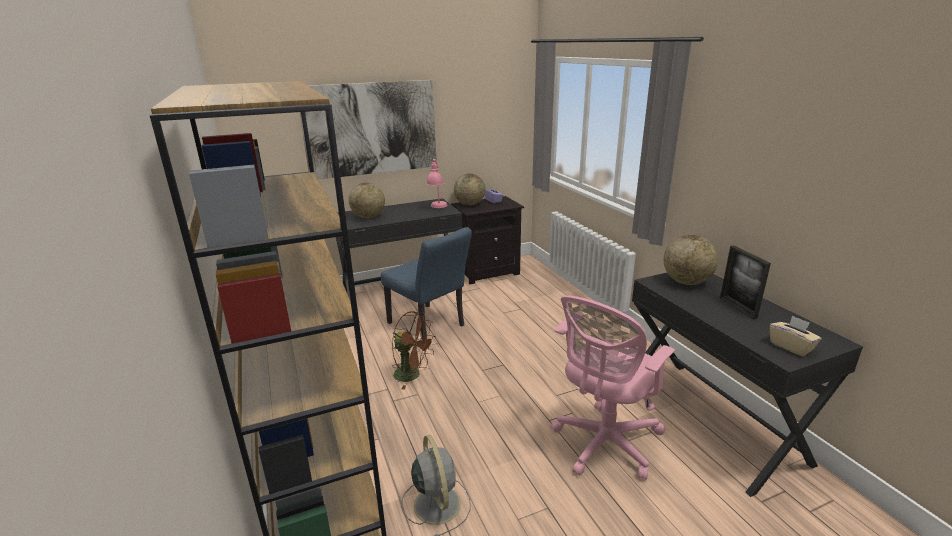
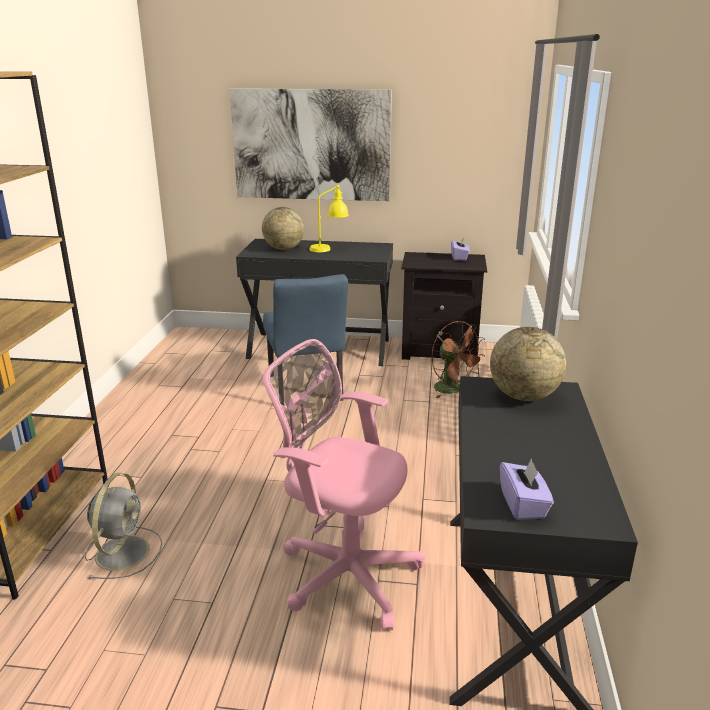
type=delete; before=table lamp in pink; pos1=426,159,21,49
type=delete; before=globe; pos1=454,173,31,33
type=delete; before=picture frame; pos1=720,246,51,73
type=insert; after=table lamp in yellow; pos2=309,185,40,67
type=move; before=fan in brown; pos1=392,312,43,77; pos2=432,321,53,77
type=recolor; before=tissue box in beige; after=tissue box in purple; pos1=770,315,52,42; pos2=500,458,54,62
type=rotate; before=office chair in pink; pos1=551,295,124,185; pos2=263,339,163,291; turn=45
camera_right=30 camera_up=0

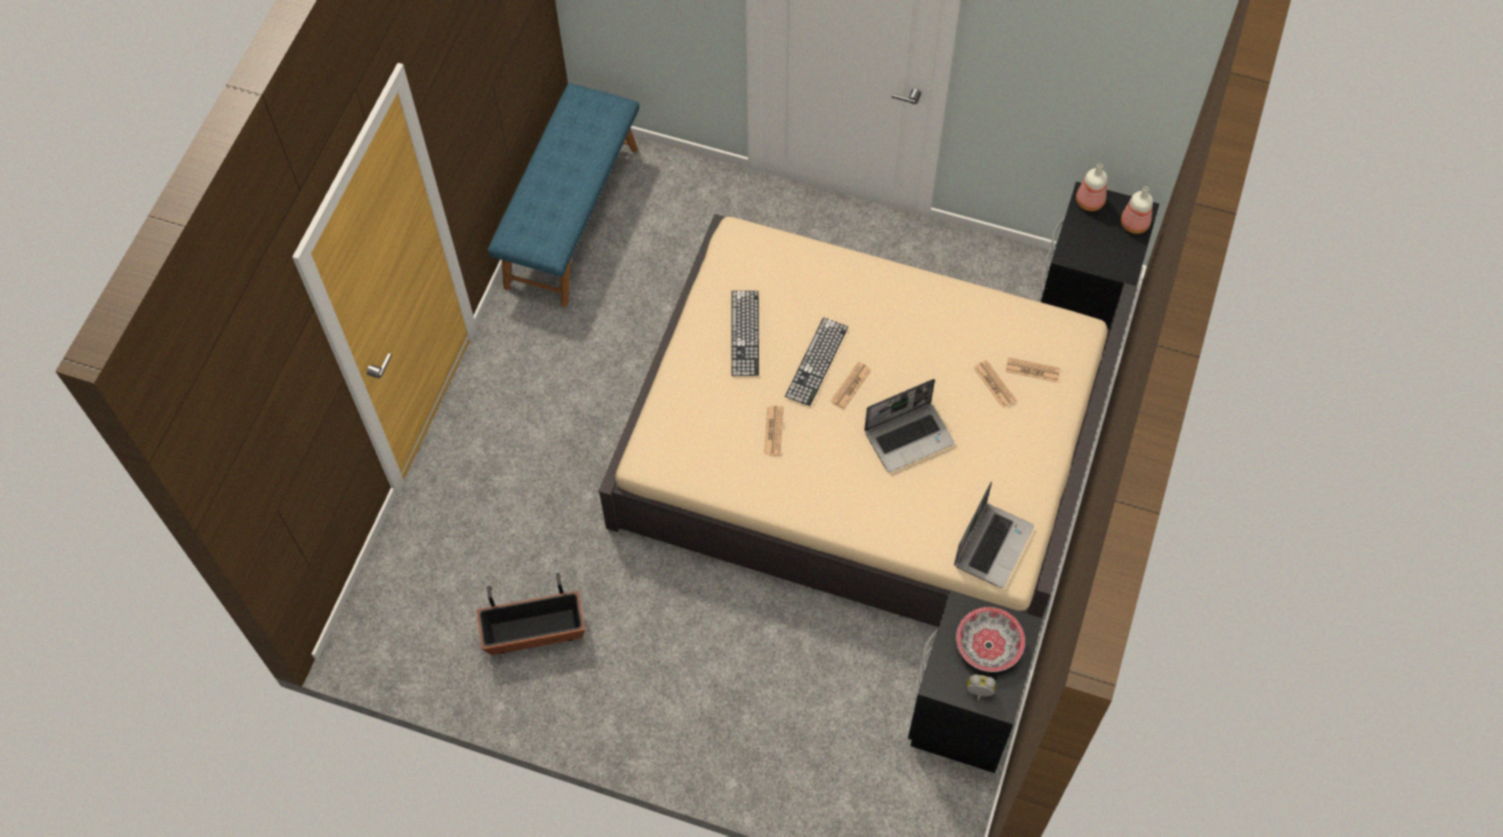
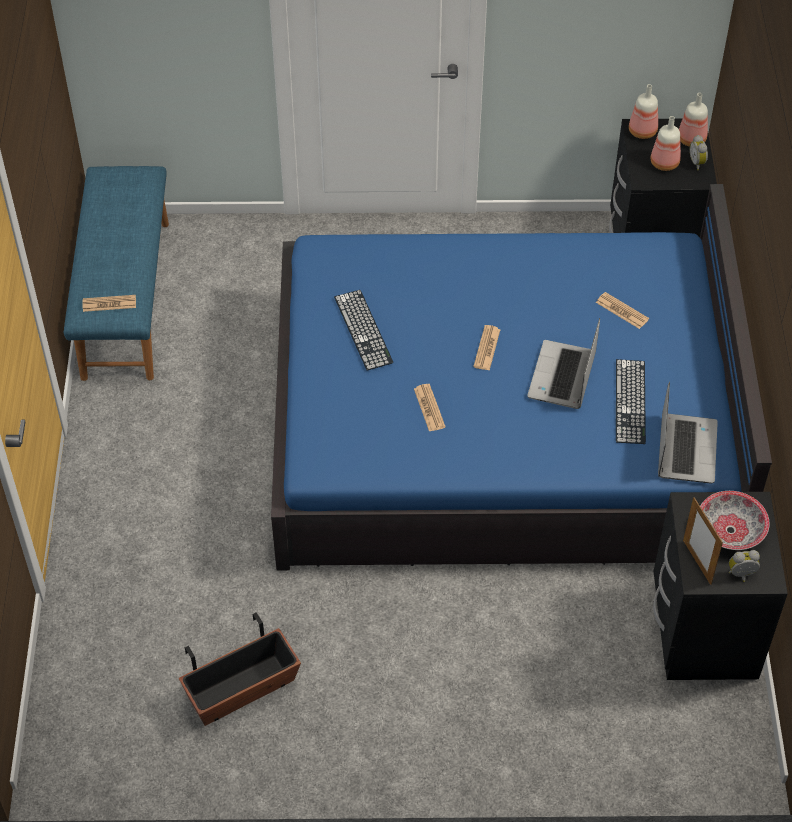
type=insert; after=bottle; pos2=651,116,30,55
type=insert; after=picture frame; pos2=683,497,40,88
type=insert; after=alarm clock; pos2=690,135,18,35
type=move; before=keyboard; pos1=785,317,63,89; pos2=616,359,30,85
type=move; before=newspaper; pos1=1005,357,55,26; pos2=83,295,53,17
type=recolor; before=bed in beige; after=bed in blue; pos1=598,214,539,413; pos2=271,184,501,386
type=rotate; before=laptop; pos1=864,379,90,93; pos2=527,318,73,91; turn=150
camera_right=-20 camera_up=-10

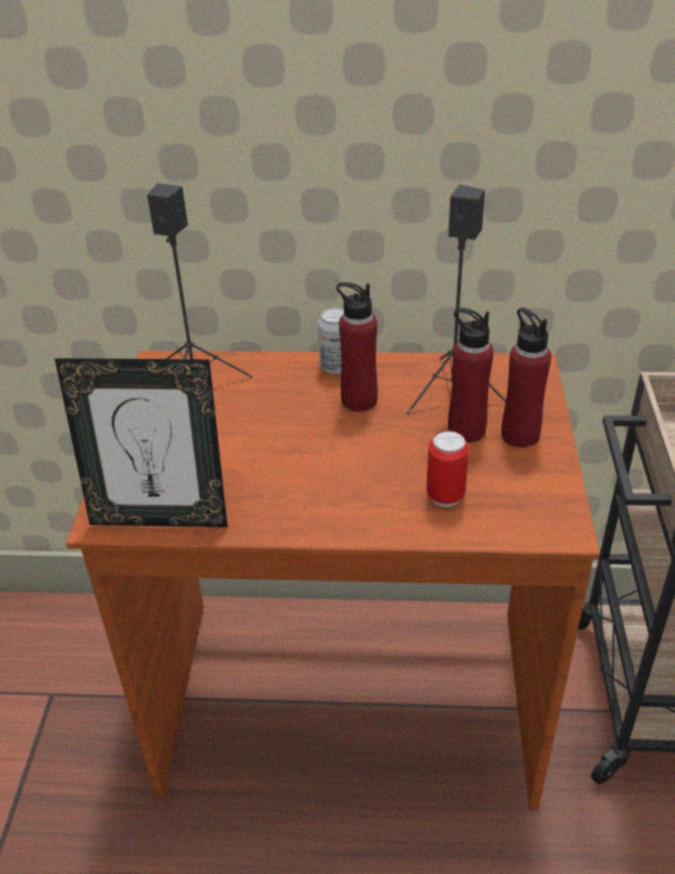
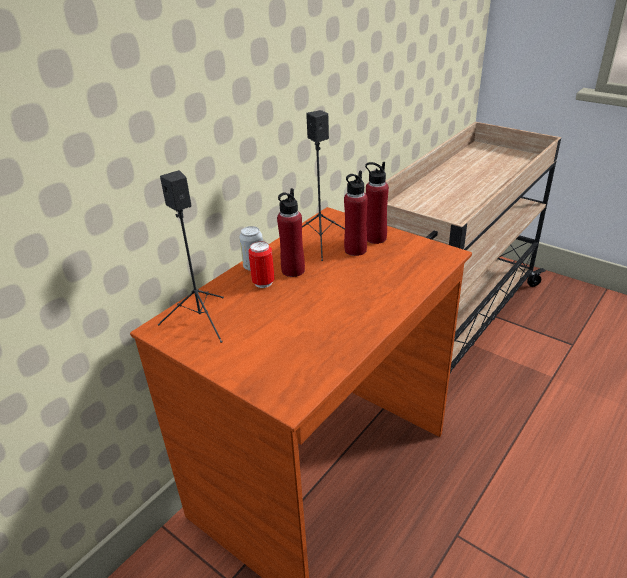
type=delete; before=picture frame; pos1=55,358,173,169
type=move; before=can; pos1=426,431,43,76; pos2=248,241,26,47
camera_right=-55 camera_up=-5

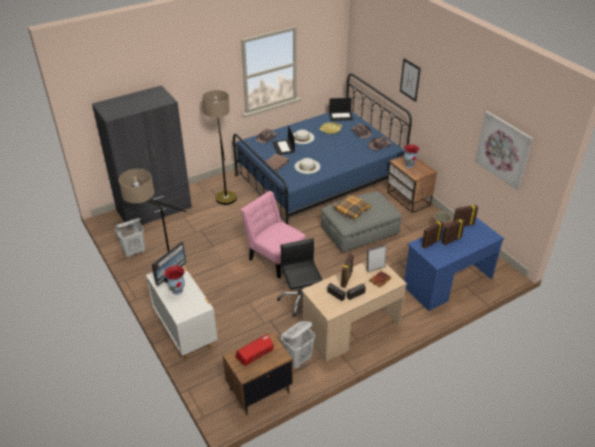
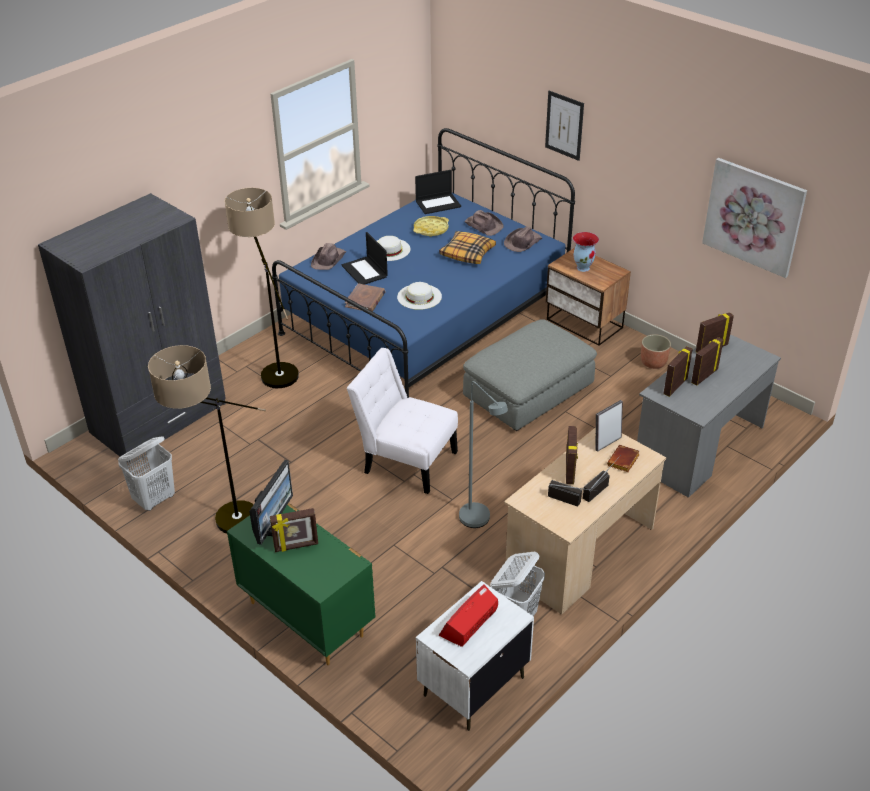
type=move; before=pillow; pos1=333,194,38,26; pos2=439,231,57,33
type=replace; before=vase; after=picture frame; pos1=164,265,21,30; pos2=270,508,48,44
type=replace; before=office chair in black; after=floor lamp in grey; pos1=277,238,46,79; pos2=459,381,49,147
type=recolor; before=dresser in white; after=dresser in green; pos1=146,265,72,96; pos2=227,503,149,162
type=recolor; before=nightstand in brown; after=nightstand in white; pos1=223,332,70,83; pos2=416,581,118,150
type=recolor; before=chair in pink; after=chair in white; pos1=241,191,65,87; pos2=347,348,111,146
type=recolor; before=desk in blue; after=desk in grey; pos1=404,217,100,94; pos2=637,334,144,164
camera_right=-15 camera_up=0

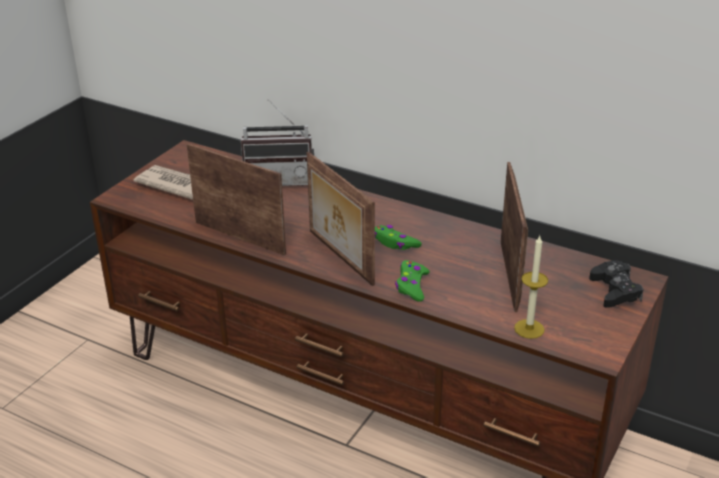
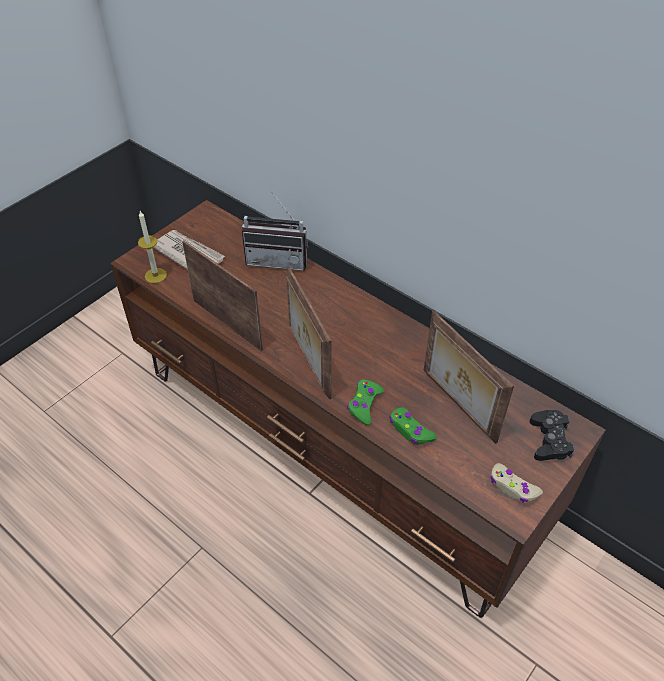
type=insert; after=game controller in beige; pos2=490,463,53,40
type=move; before=game controller in green; pos1=375,225,47,25; pos2=389,407,48,38
type=move; before=candle; pos1=514,236,34,103; pos2=138,211,29,72
type=rotate; before=picture frame; pos1=501,162,27,150; pos2=424,311,90,133; turn=135
camera_right=10 camera_up=15

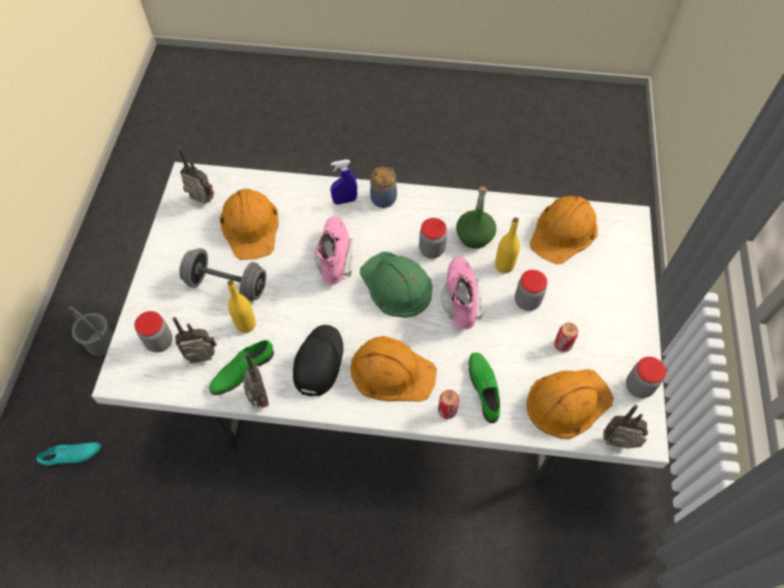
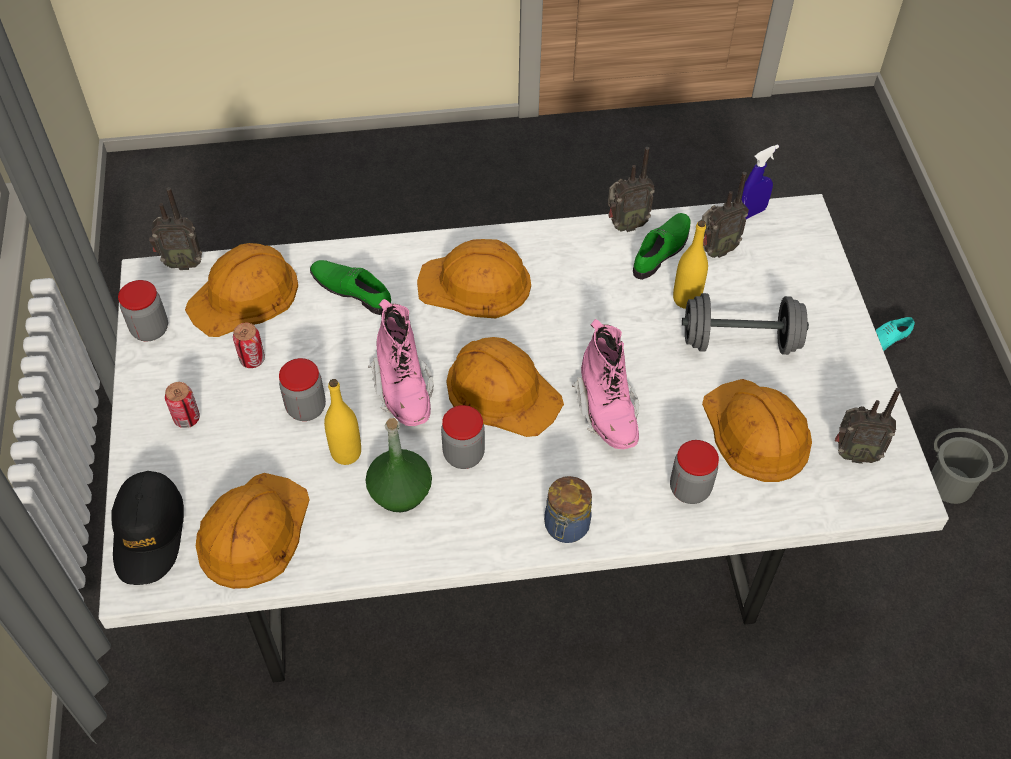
type=move; before=jar; pos1=134,311,39,42; pos2=670,440,49,64
type=move; before=cap in black; pos1=293,325,50,71; pos2=111,471,73,114
type=move; before=spray bottle in blue; pos1=331,160,26,45; pos2=742,144,37,75
type=move; before=can; pos1=438,390,21,29; pos2=165,382,35,46
type=recolor; before=hard hat in green; after=hard hat in orange; pos1=360,252,73,66; pos2=447,337,117,100
type=rotate; before=radio; pos1=243,353,26,55; pos2=608,147,47,85; turn=-75
type=rotate; before=shoe in green; pos1=469,353,31,70; pos2=310,260,81,55; turn=150
camera_right=165 camera_up=-5

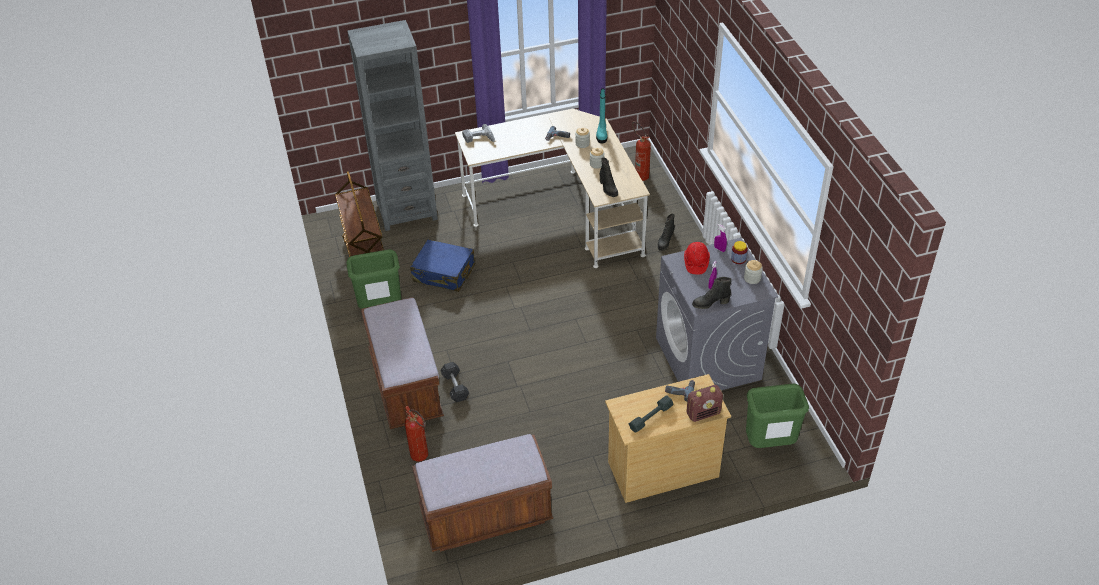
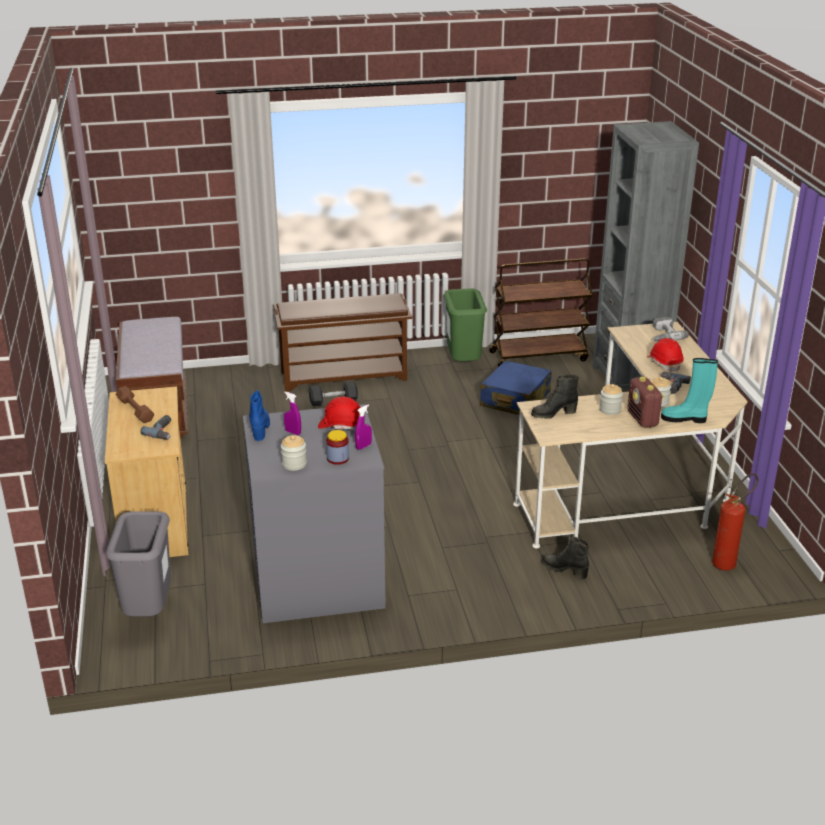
type=delete; before=fire extinguisher; pos1=405,406,23,56
type=insert; after=hard hat in red; pos2=647,338,37,34
type=move; before=radio; pos1=686,385,37,37; pos2=627,377,37,51
type=replace; before=bench in brown; after=shoe rack in brown; pos1=361,297,83,132; pos2=274,293,138,99
type=recolor; before=dumbbell in grey; after=dumbbell in brown; pos1=629,395,45,38; pos2=116,386,38,37
type=recolor; before=boot in black; after=boot in blue; pos1=692,277,40,32; pos2=249,390,21,51
type=recolor; before=trash can in green; after=trash can in grey; pos1=746,384,63,64; pos2=106,511,65,105
camera_right=95 camera_up=-15

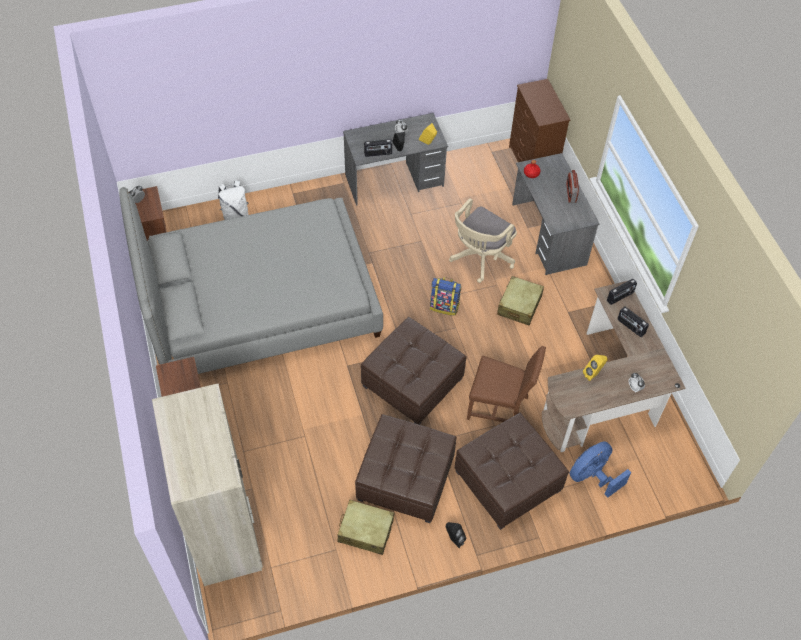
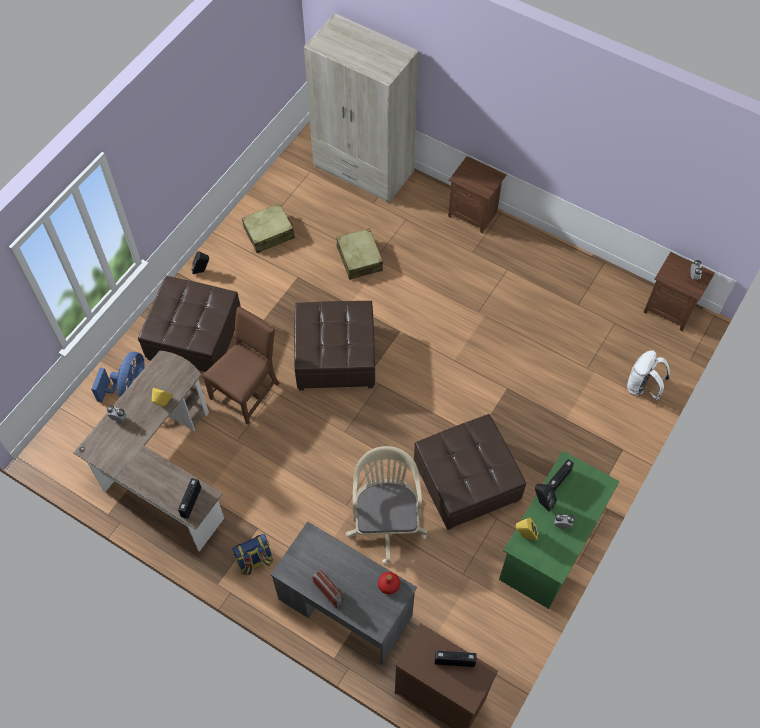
type=delete; before=bed in grey; pos1=119,187,264,187
type=move; before=ottoman in brown; pos1=355,414,101,109; pos2=414,414,112,116
type=move; before=backpack; pos1=430,277,31,39; pos2=232,534,41,41
type=move; before=suitcase in beige; pos1=497,276,47,49; pos2=336,228,47,52
type=move; before=radio; pos1=617,306,32,31; pos2=434,650,43,17
type=recolor; before=desk in grey; after=desk in green; pos1=343,113,105,92; pos2=499,451,121,158
type=rotate; before=chair in brown; pos1=467,346,79,76; pos2=202,306,78,119; turn=150
camera_right=140 camera_up=5

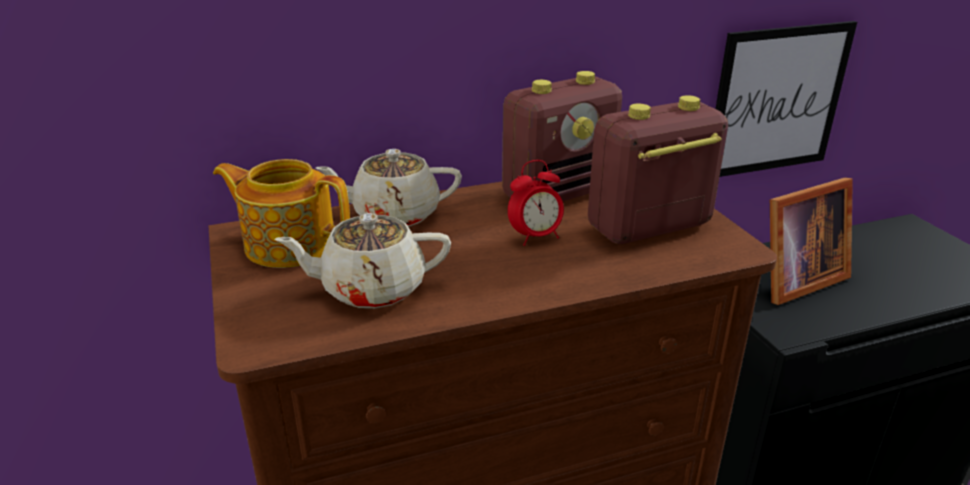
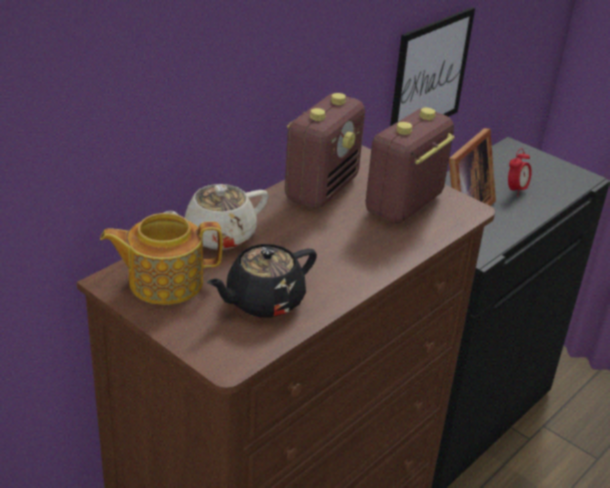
type=move; before=alarm clock; pos1=508,160,56,86; pos2=508,148,24,48
type=recolor; before=teapot in beige; after=teapot in black; pos1=275,213,176,95; pos2=207,244,110,74
camera_right=-30 camera_up=5

